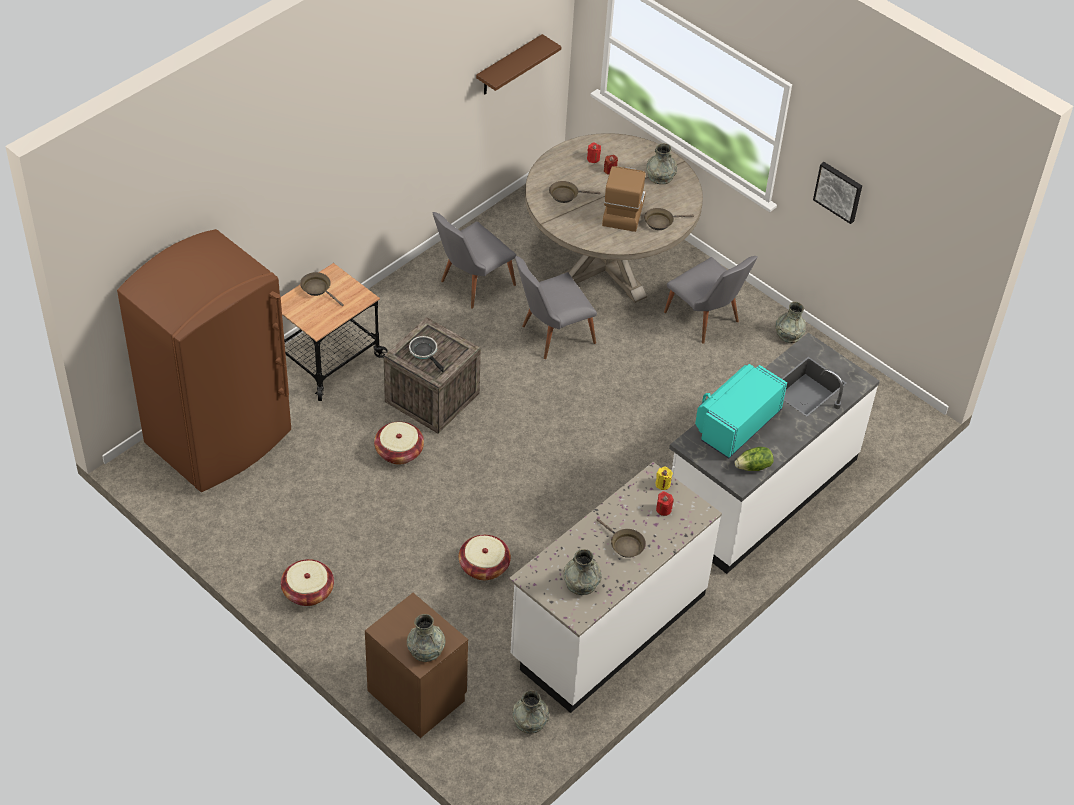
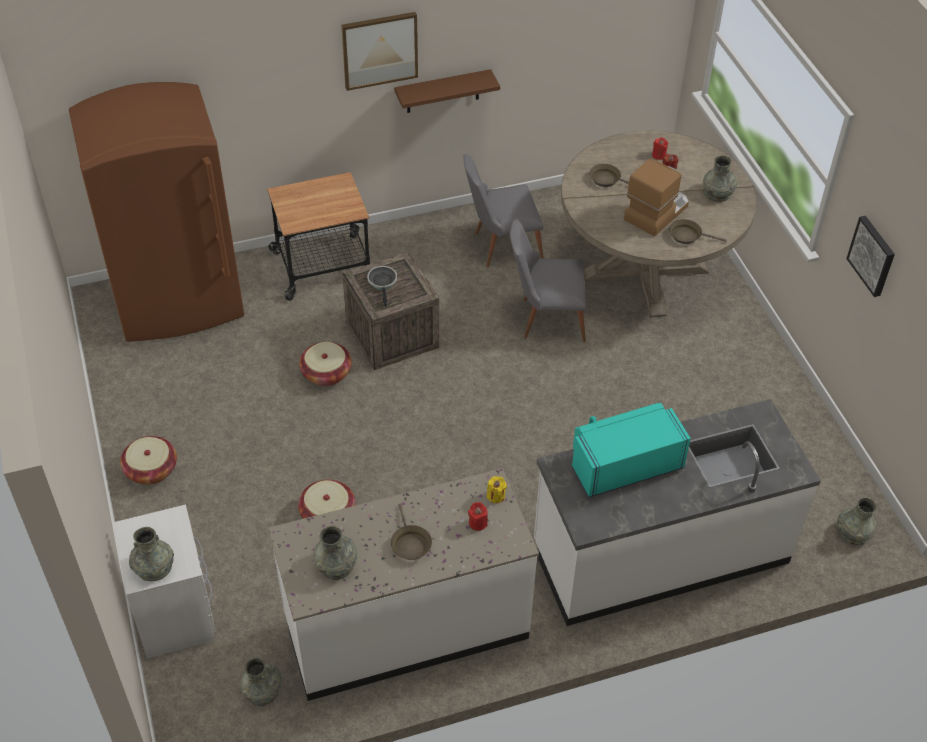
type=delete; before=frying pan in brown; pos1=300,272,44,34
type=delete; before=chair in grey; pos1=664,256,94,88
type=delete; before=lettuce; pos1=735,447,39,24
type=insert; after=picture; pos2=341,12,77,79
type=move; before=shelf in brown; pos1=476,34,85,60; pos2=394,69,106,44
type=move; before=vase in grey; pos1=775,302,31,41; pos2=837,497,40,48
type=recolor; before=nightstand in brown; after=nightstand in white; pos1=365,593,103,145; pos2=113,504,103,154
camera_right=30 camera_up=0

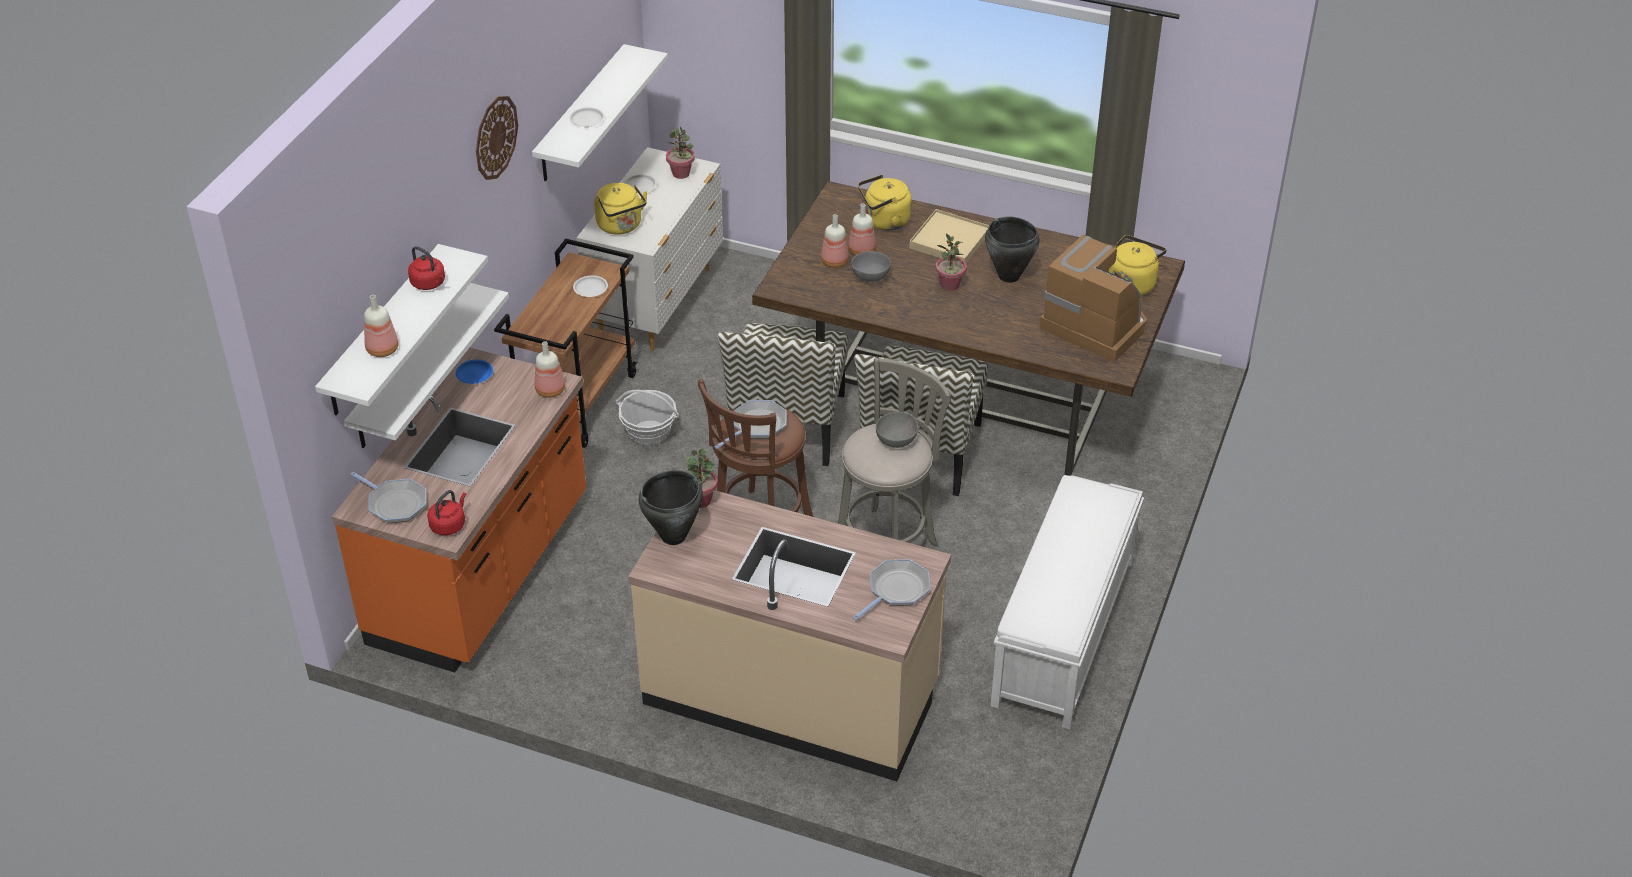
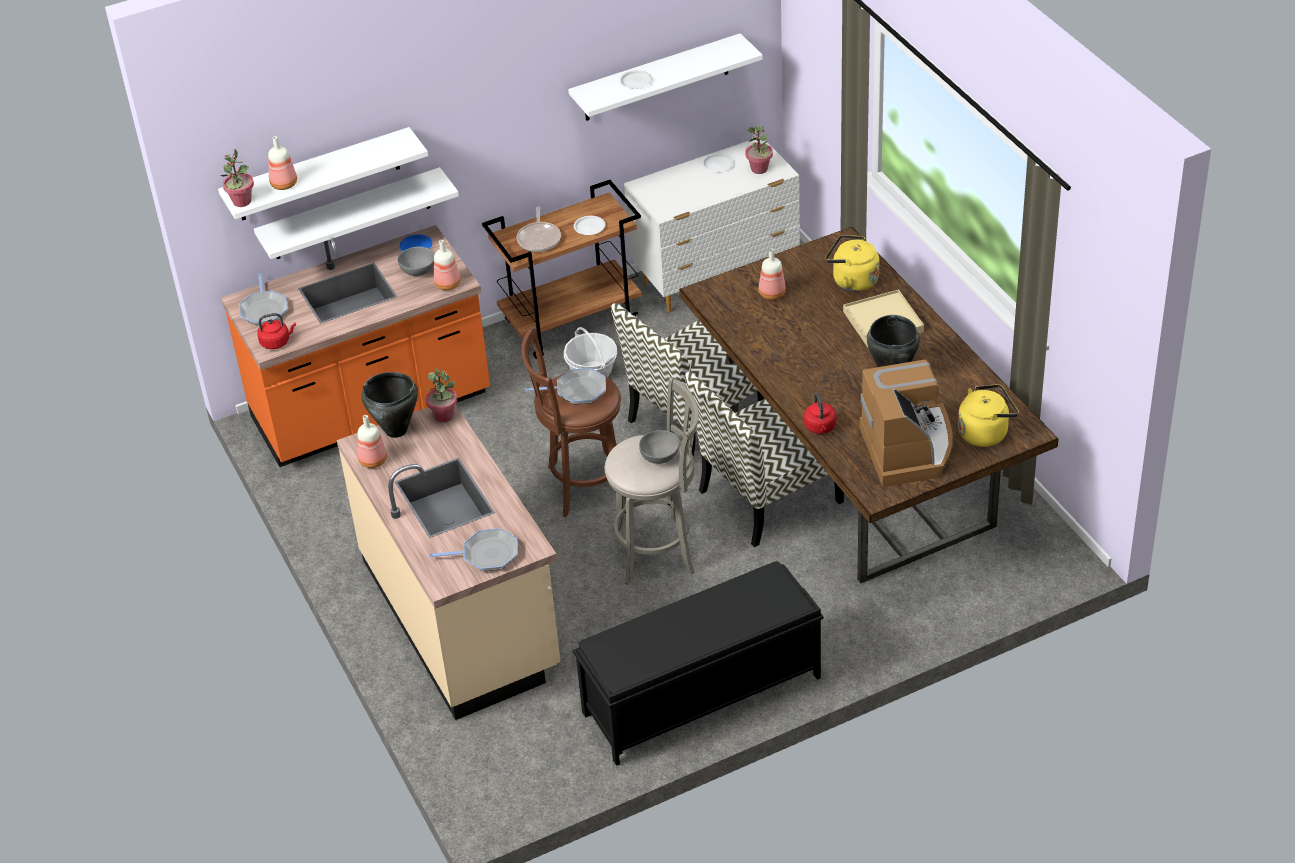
type=delete; before=wall clock; pos1=476,96,42,84
type=delete; before=kettle in yellow; pos1=594,183,54,52
type=insert; after=frying pan; pos2=517,207,44,45
type=move; before=kettle in red; pos1=408,246,37,44; pos2=804,392,32,42
type=move; before=bottle; pos1=848,204,28,51; pos2=357,415,30,53
type=move; before=bowl in grey; pos1=851,251,40,31; pos2=397,247,37,29
type=move; before=potted plant; pos1=936,233,31,58; pos2=221,149,33,58
type=recolor; before=bench in white; after=bench in black; pos1=991,475,153,254; pos2=573,561,250,205
camera_right=45 camera_up=0

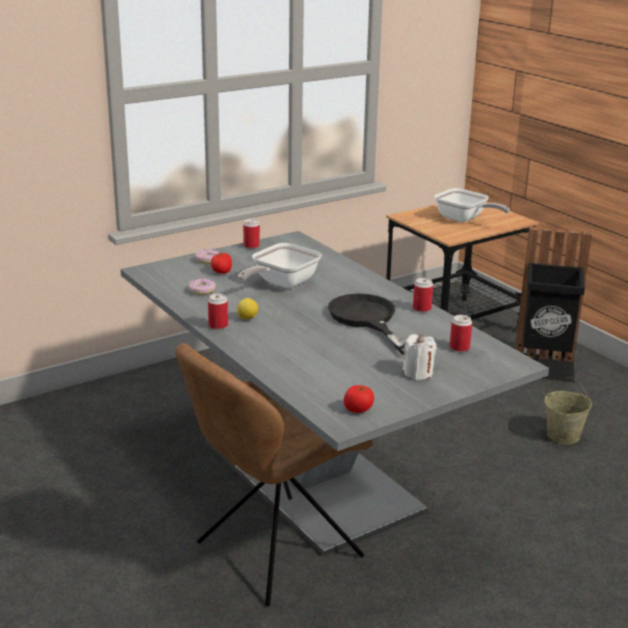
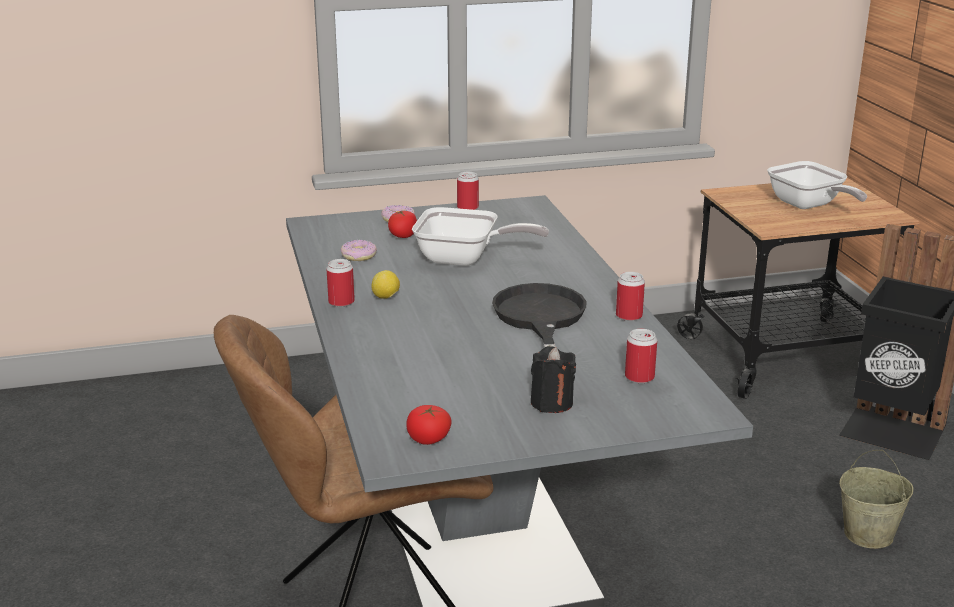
type=recolor; before=candle in white; after=candle in black; pos1=402,334,35,46; pos2=531,346,45,67
type=rotate; before=frying pan; pos1=238,243,84,45; pos2=412,207,137,59; turn=-135
camera_right=20 camera_up=0

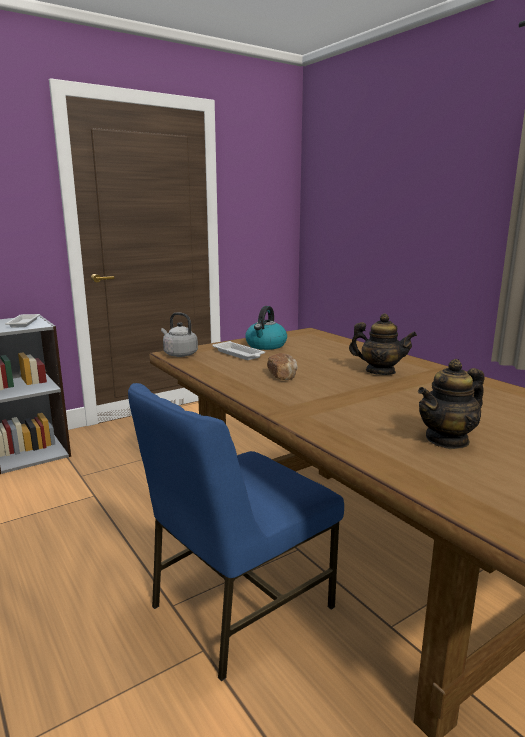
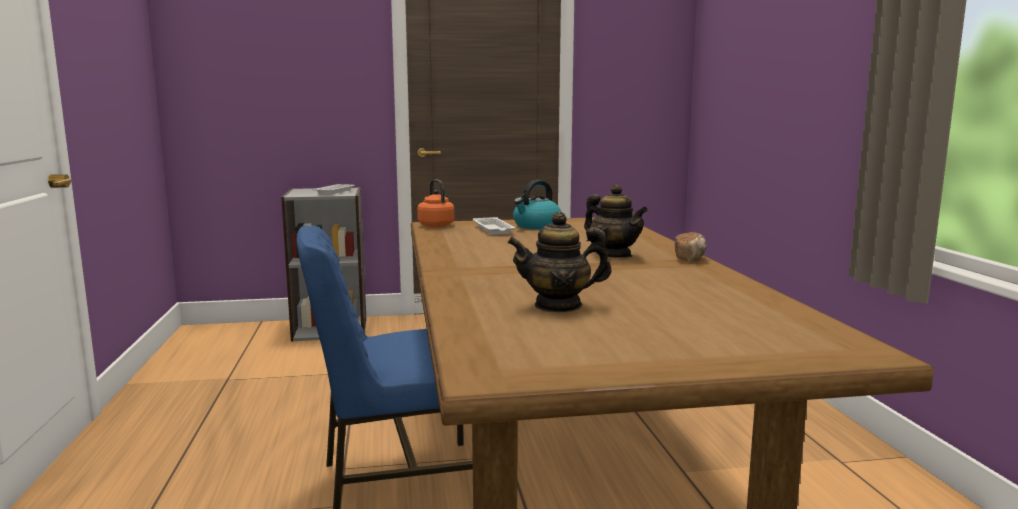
type=move; before=bread; pos1=267,353,31,27; pos2=675,232,31,30
type=recolor; before=kettle in grey; after=kettle in orange; pos1=161,312,37,45; pos2=417,179,38,48
camera_right=25 camera_up=-5

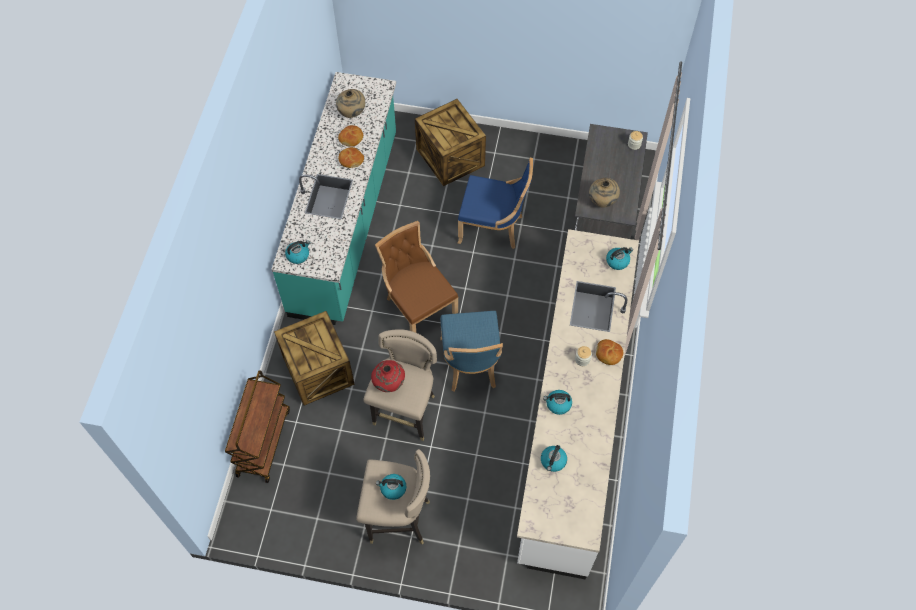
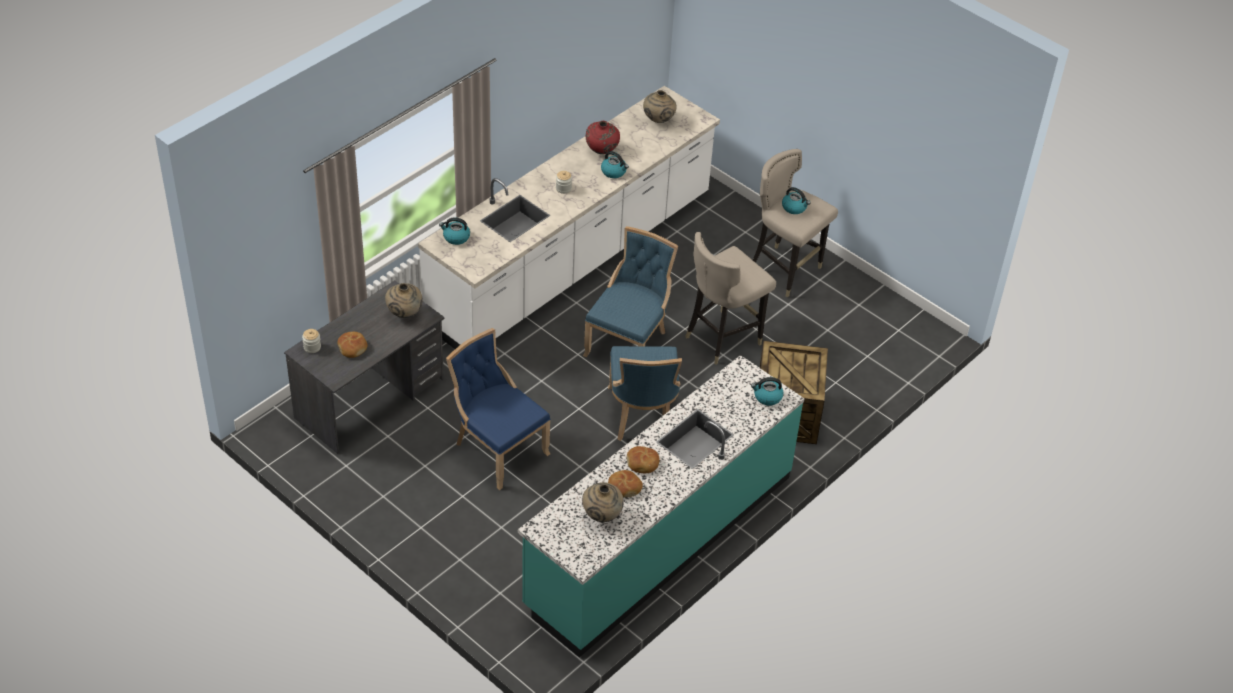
type=delete; before=cart in brown; pos1=225,370,65,113
type=delete; before=crate; pos1=415,99,71,87
type=delete; before=kettle; pos1=541,445,26,27
type=insert; after=vase in beige; pos2=643,90,34,33
type=move; before=vase in red; pos1=371,360,34,32; pos2=586,121,34,33
type=move; before=bread; pos1=596,339,27,26; pos2=337,332,30,26
type=recolor; before=chair in brown; after=chair in blue; pos1=375,221,83,112; pos2=608,346,74,95
camera_right=-150 camera_up=-15

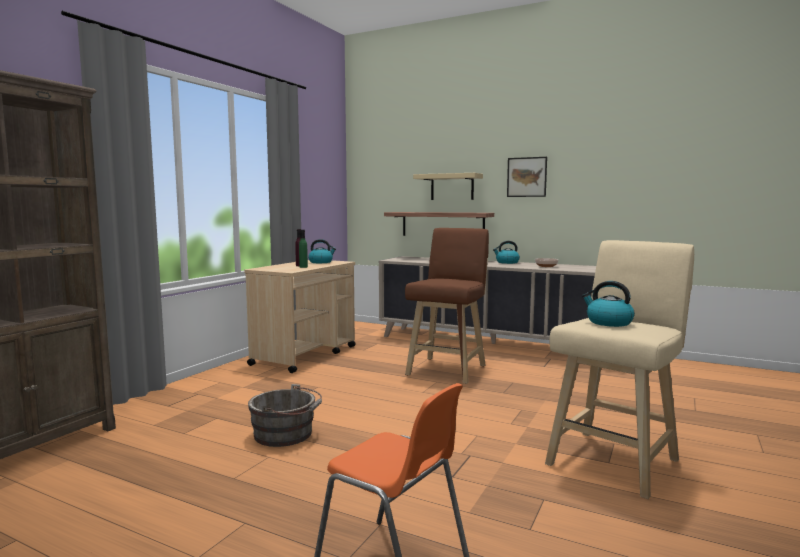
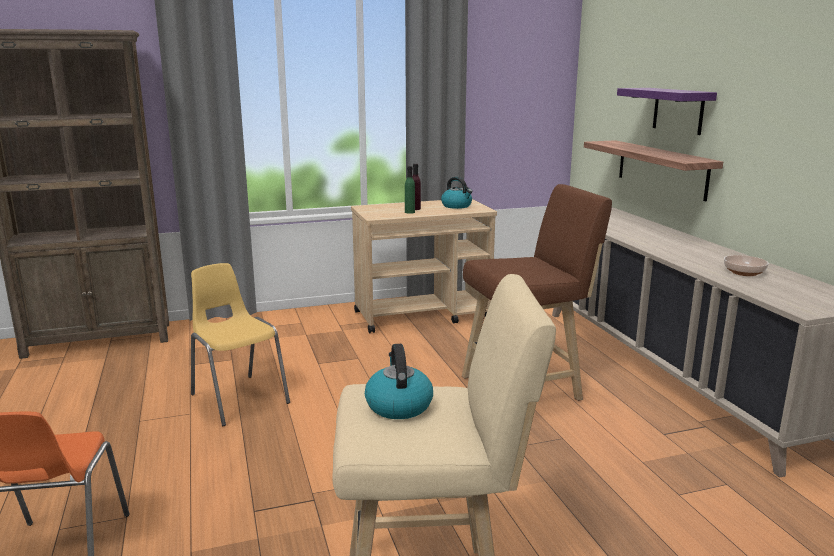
type=delete; before=kettle; pos1=493,241,27,23
type=delete; before=picture; pos1=507,157,40,40
type=replace; before=bucket in grey; after=chair in yellow; pos1=248,384,74,63; pos2=191,263,99,163
type=recolor; before=shelf in beige; after=shelf in purple; pos1=413,173,70,27; pos2=617,88,100,47
camera_right=45 camera_up=10

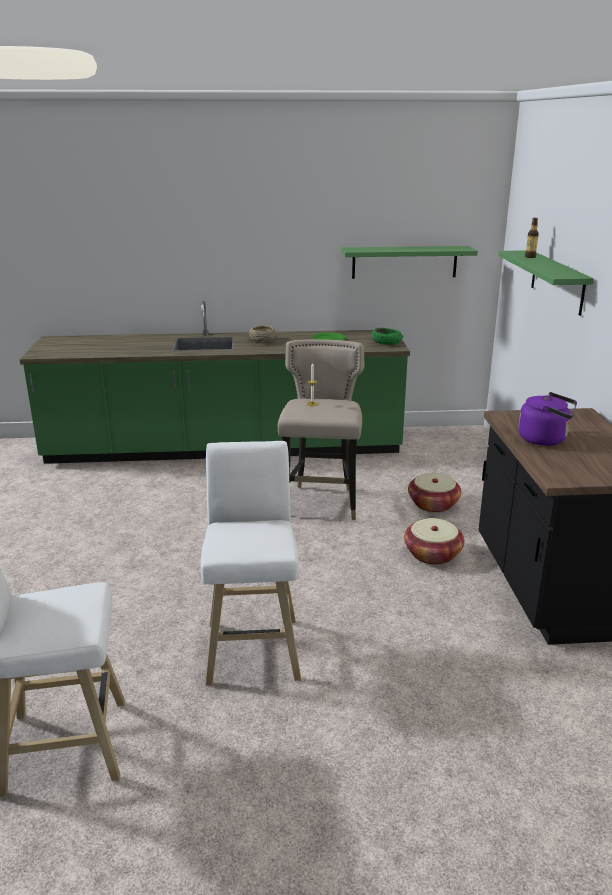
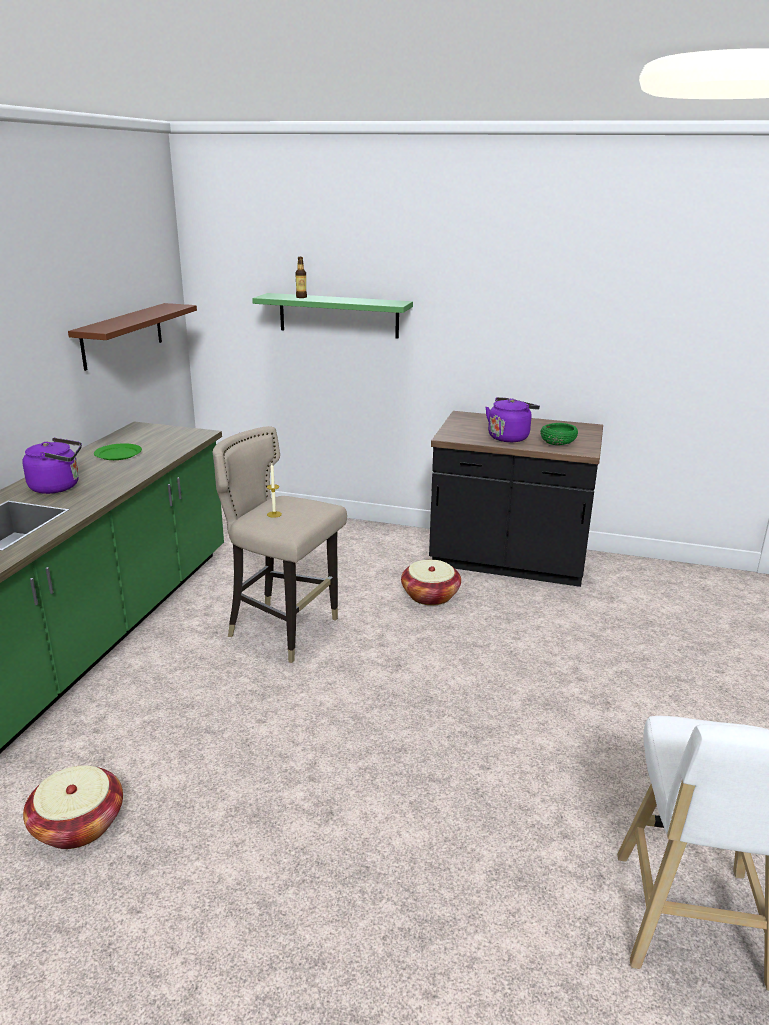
type=delete; before=stool in white; pos1=201,441,100,244
type=move; before=bowl in green; pos1=371,328,32,17; pos2=540,423,38,22
type=move; before=basket; pos1=408,473,53,40; pos2=23,765,100,84
type=replace; before=bowl in beige; after=kettle in purple; pos1=249,326,26,16; pos2=22,438,60,56
type=recolor; before=shelf in green; after=shelf in brown; pos1=341,246,137,33; pos2=68,303,129,68
camera_right=-70 camera_up=0

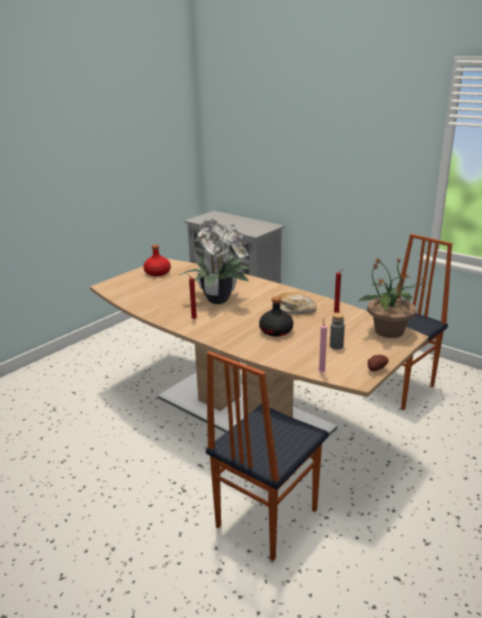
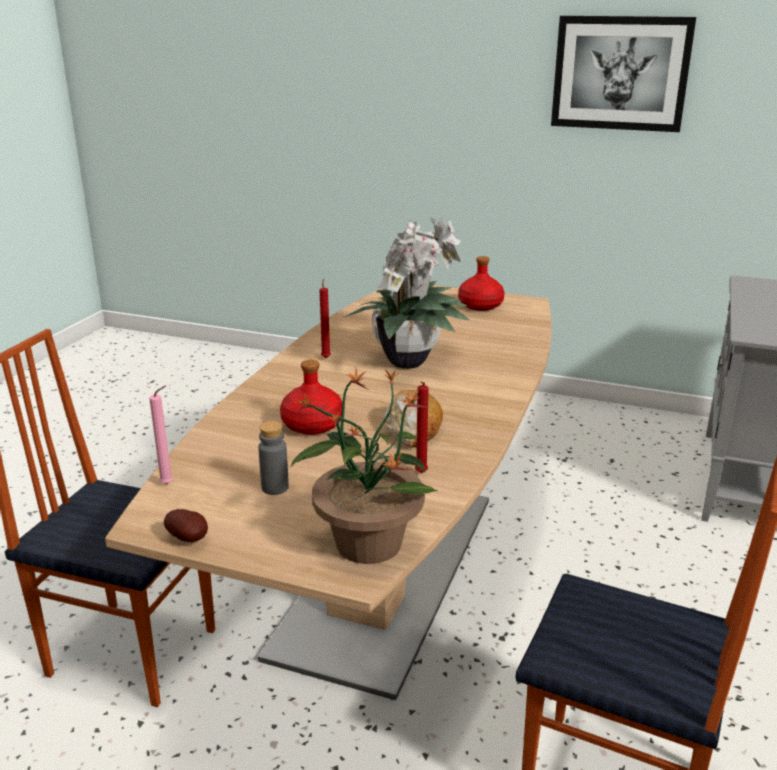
type=insert; after=picture; pos2=551,16,145,116
type=recolor; before=bottle in black; after=bottle in red; pos1=259,296,34,41; pos2=280,360,63,75
camera_right=70 camera_up=0

